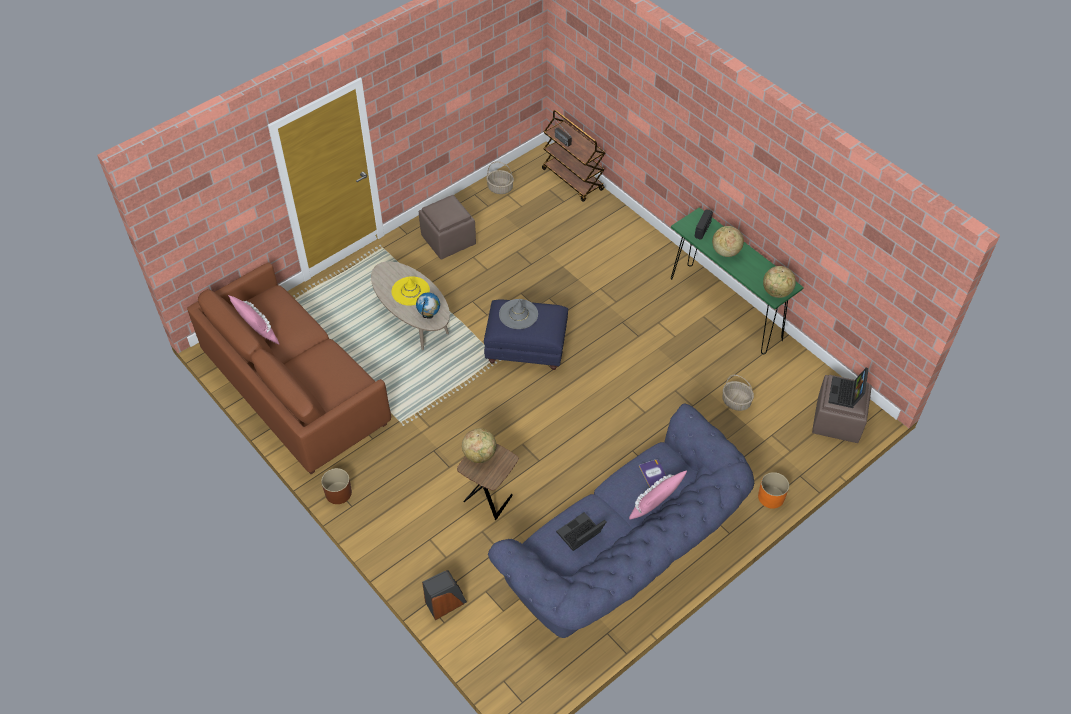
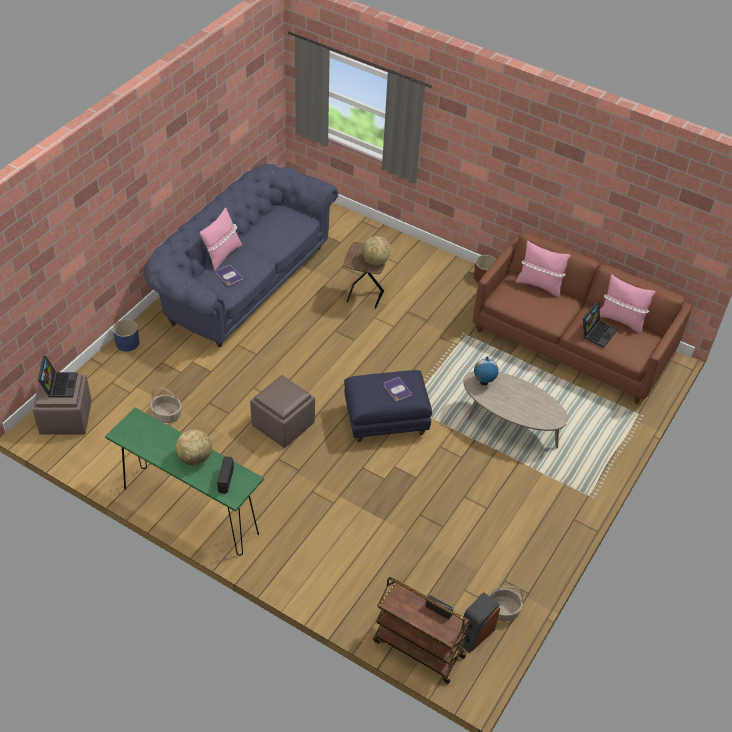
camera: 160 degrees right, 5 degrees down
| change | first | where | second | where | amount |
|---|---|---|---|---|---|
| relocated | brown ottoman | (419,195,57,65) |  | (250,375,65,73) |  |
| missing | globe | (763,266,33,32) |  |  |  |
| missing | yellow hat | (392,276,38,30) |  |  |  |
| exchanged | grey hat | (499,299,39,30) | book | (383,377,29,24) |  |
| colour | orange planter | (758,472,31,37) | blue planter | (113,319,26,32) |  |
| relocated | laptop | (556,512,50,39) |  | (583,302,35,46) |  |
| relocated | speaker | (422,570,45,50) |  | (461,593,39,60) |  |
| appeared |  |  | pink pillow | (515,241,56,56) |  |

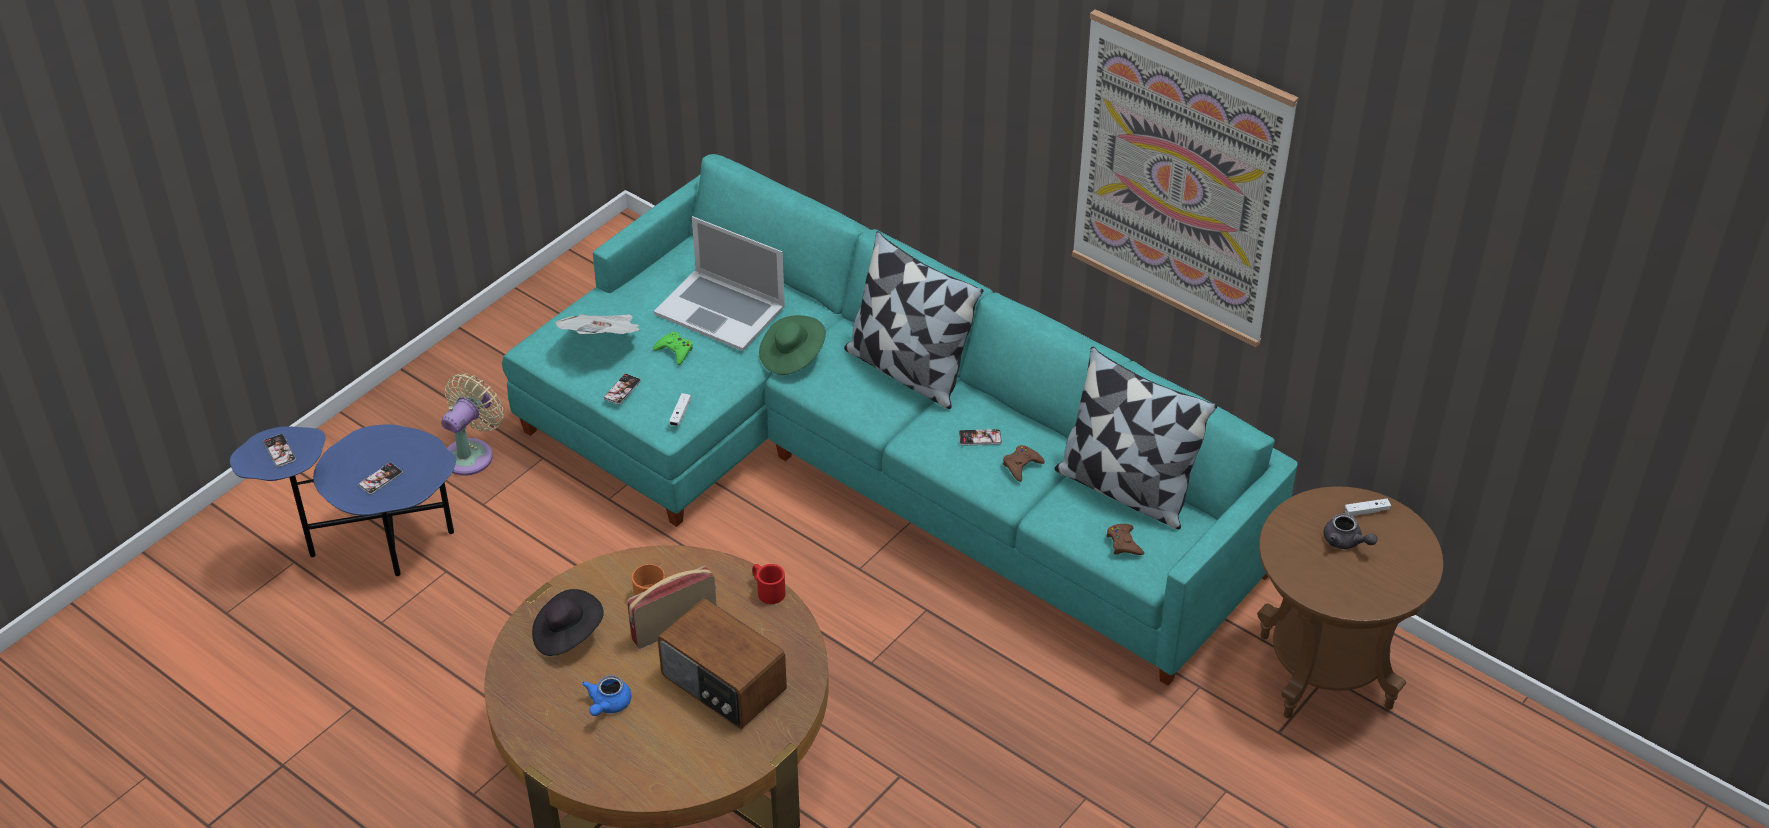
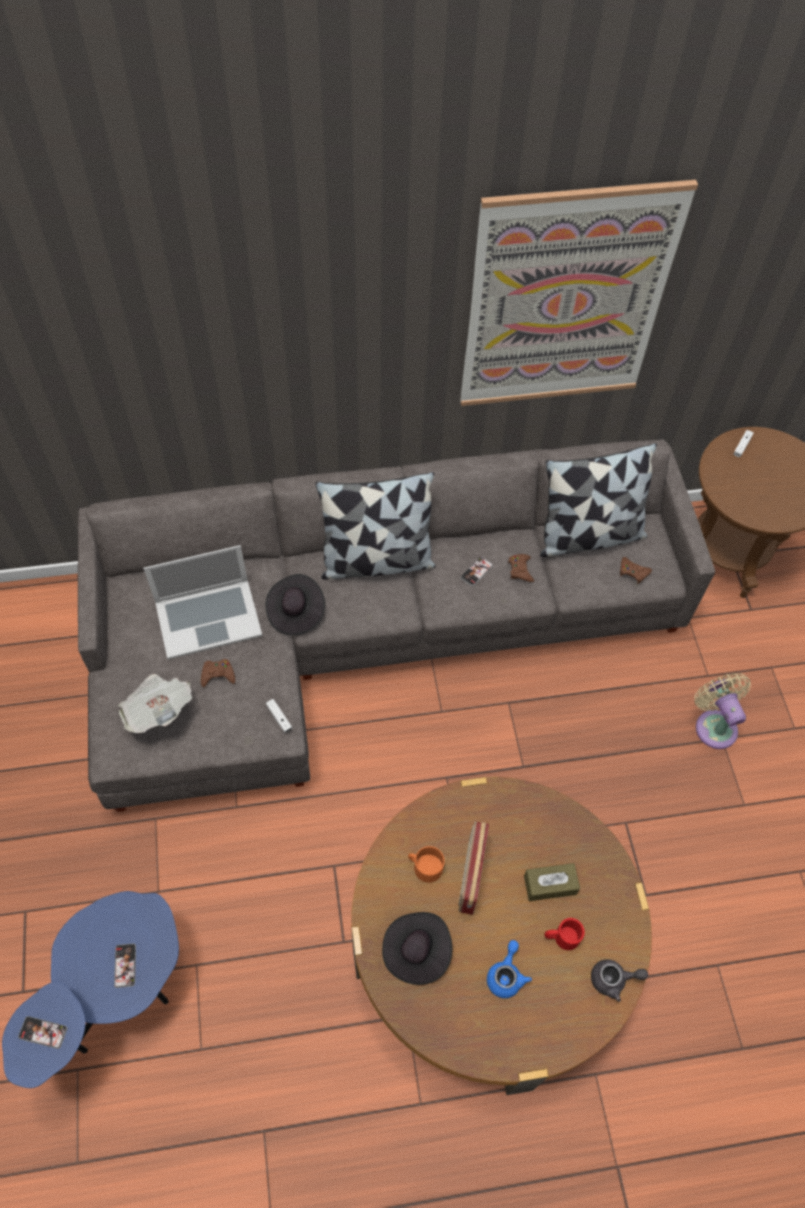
camera: 50 degrees left, 15 degrees up
| change | first | where | second | where | amount |
|---|---|---|---|---|---|
| colour | turquoise sofa | (502,154,796,532) | grey sofa | (78,439,637,373) |  |
| colour | green hat | (759,315,67,60) | black hat | (266,574,59,61) |  |
| colour | green game controller | (653,332,40,33) | brown game controller | (201,659,34,28) |  |
| relocated | beige fan | (441,374,62,102) |  | (694,673,57,76) |  |
| missing | phone | (604,374,37,31) |  |  |  |
| relocated | grey teapot | (1324,513,54,36) |  | (591,959,57,43) |  |
| relocated | red mug | (752,564,33,40) |  | (545,918,40,32) |  |
| exchanged | radio | (658,598,129,131) | brown tissue box | (524,863,56,38) |  |
| spun | blue teapot | (582,675,49,41) |  | (487,940,45,58) | 135 degrees counterclockwise |

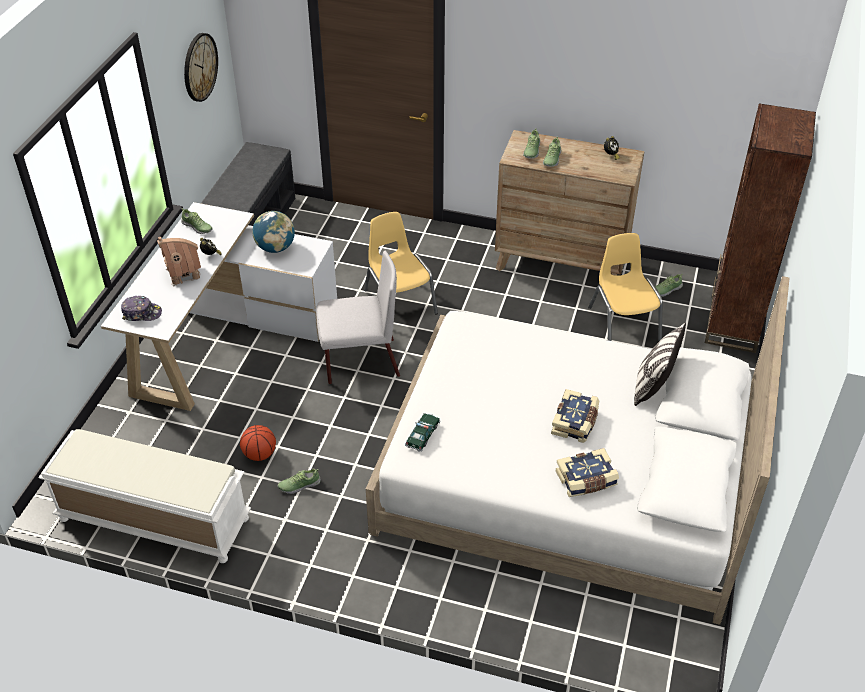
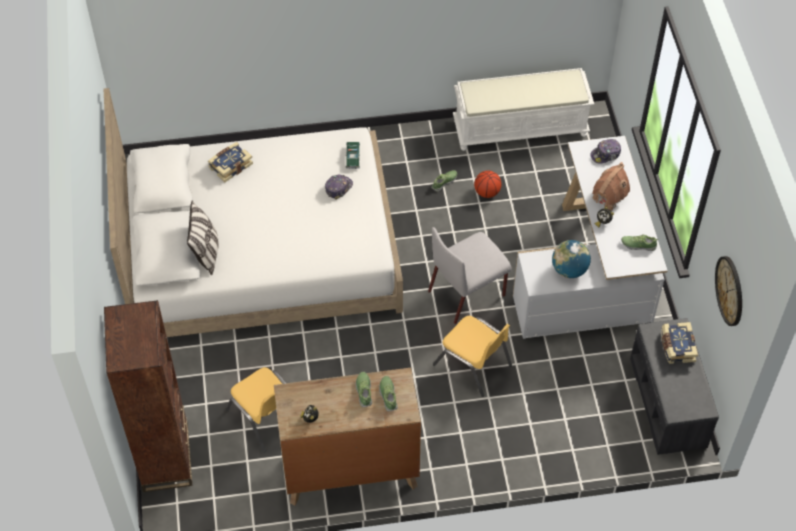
camera: 155 degrees right, 10 degrees up
| change | first | where | second | where | amount |
|---|---|---|---|---|---|
| missing | shoe | (655,274,28,23) |  |  |  |
| relocated | book | (551,389,48,54) |  | (661,322,37,42) |  |
| appeared |  |  | cap | (325,175,28,25) |  |

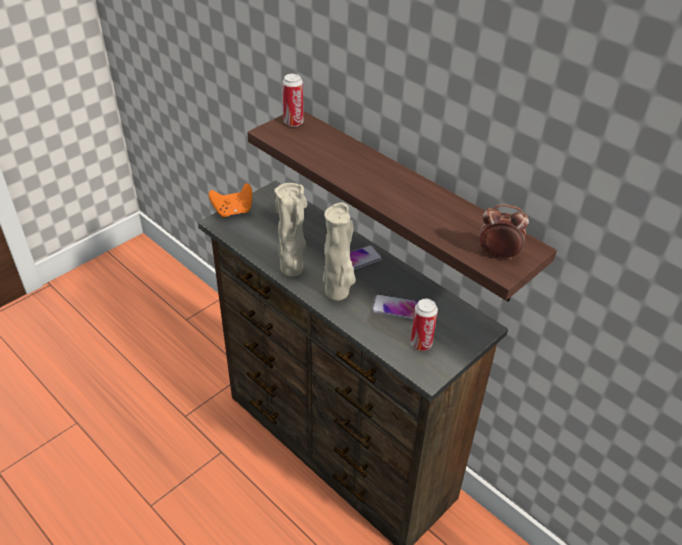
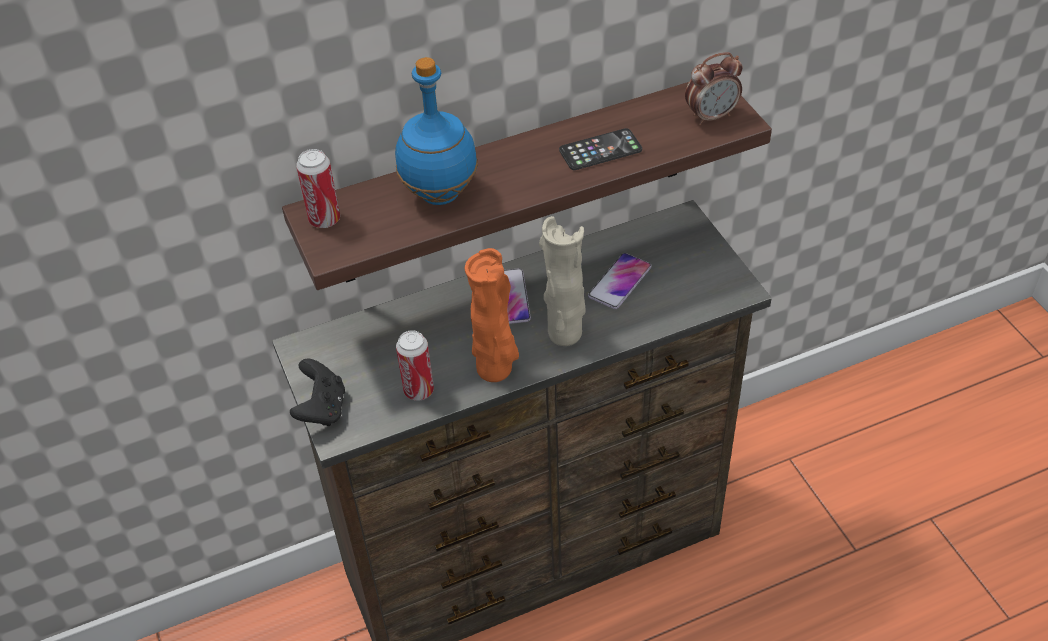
camera: 65 degrees left, 5 degrees up
| change | first | where | second | where | amount |
|---|---|---|---|---|---|
| colour | orange game controller | (208,183,44,35) | black game controller | (290,359,55,67) |  |
| colour | beige vase | (274,183,33,94) | orange vase | (465,248,54,134) |  |
| spun | alarm clock | (480,204,49,56) |  | (685,52,58,73) | 150 degrees counterclockwise |
| relocated | can | (410,299,28,52) |  | (396,330,38,71) |  |
| appeared |  |  | blue bottle | (395,57,83,148) |  |
| appeared |  |  | phone | (559,128,83,42) |  |

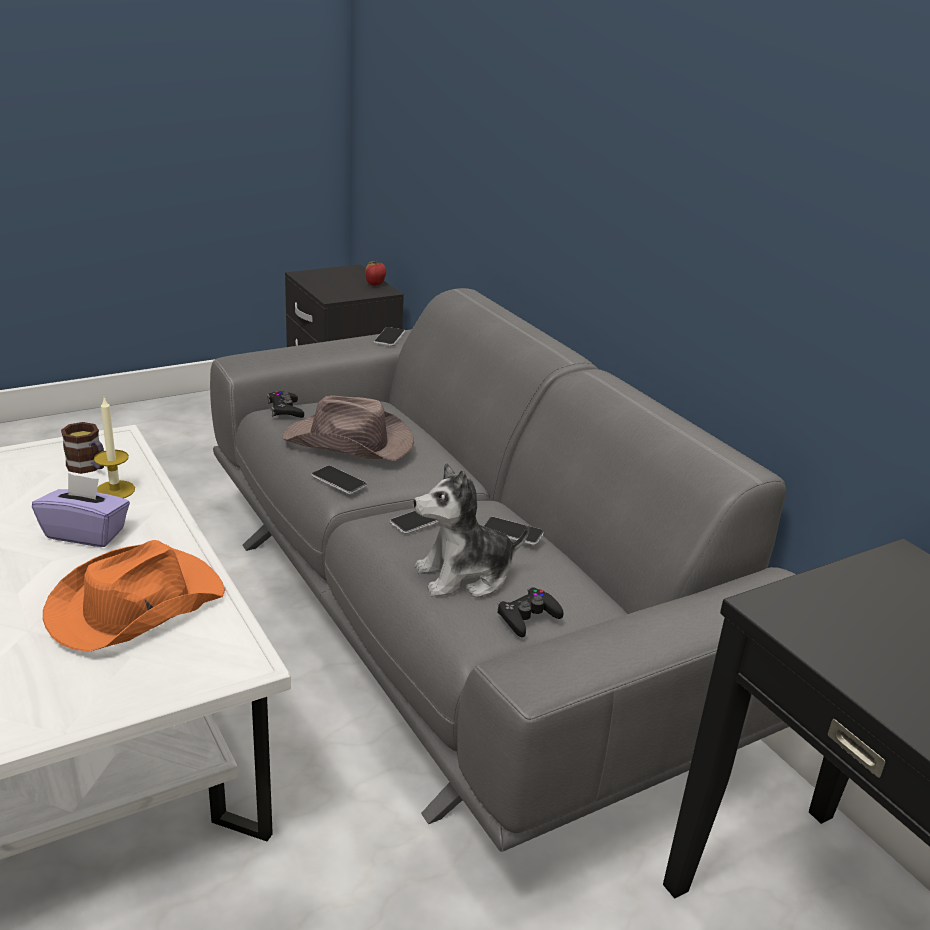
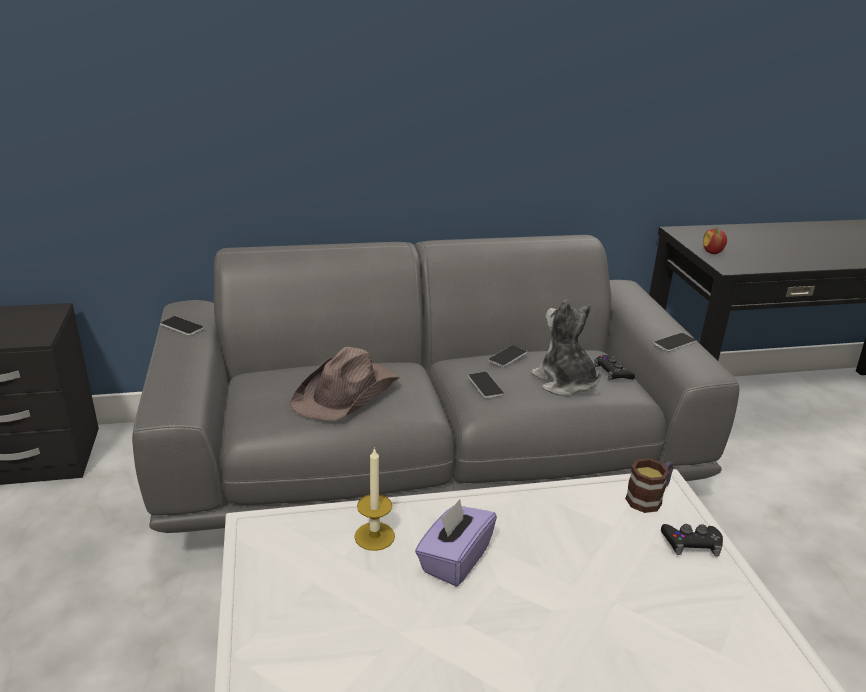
camera: 70 degrees left, 0 degrees up
| change | first | where | second | where | amount |
|---|---|---|---|---|---|
| relocated | apple | (365,260,21,26) |  | (703,227,24,27) |  |
| relocated | black game controller | (267,391,37,27) |  | (661,524,62,33) |  |
| relocated | mug | (61,422,43,52) |  | (625,458,48,55) |  |
| spun | plush toy | (413,463,117,135) |  | (531,299,70,97) | 150 degrees clockwise |
| relocated | phone | (311,466,56,28) |  | (654,333,43,19) |  |
| missing | orange hat | (43,540,182,112) |  |  |  |

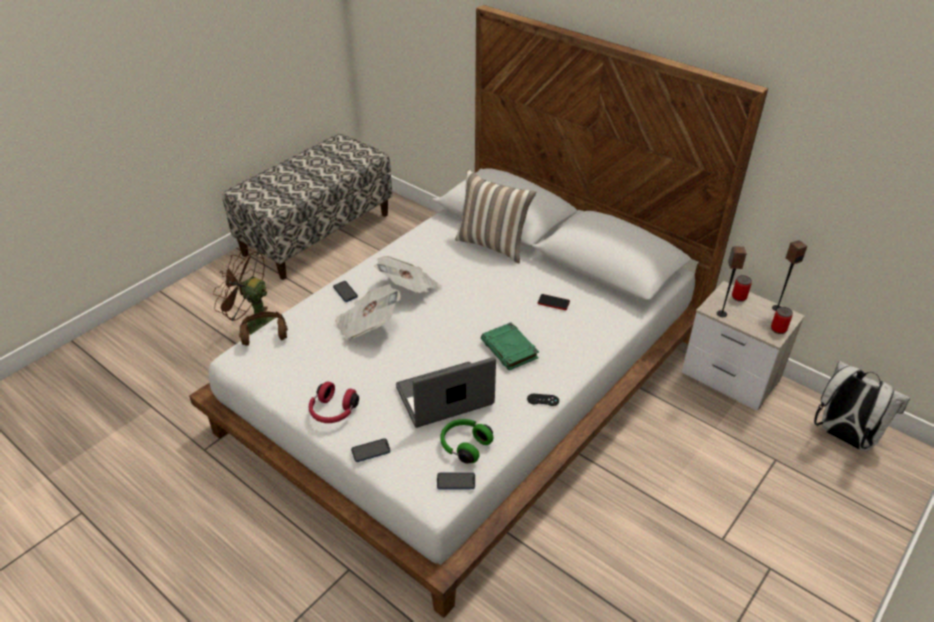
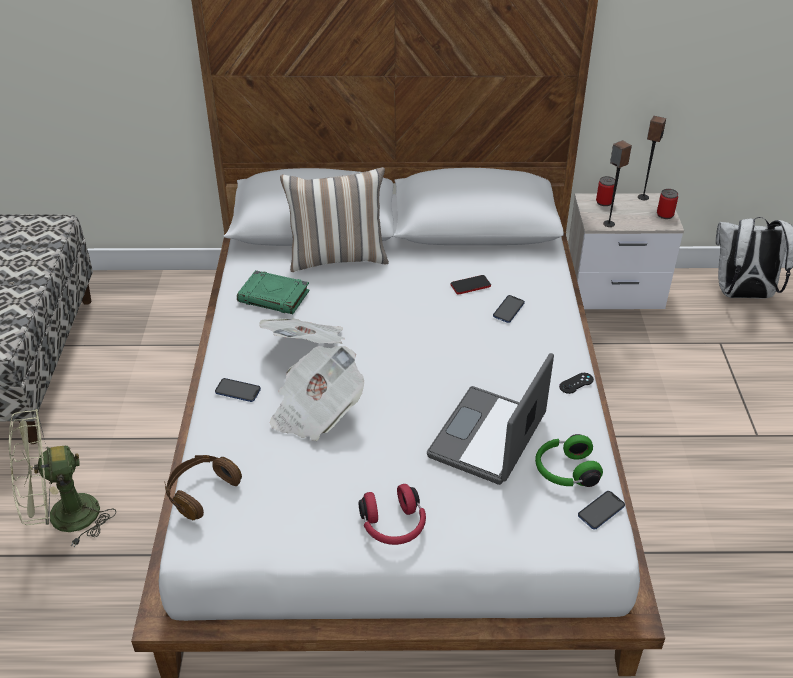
camera: 40 degrees left, 0 degrees up
| change | first | where | second | where | amount |
|---|---|---|---|---|---|
| colour | brown fan | (213,248,62,86) | green fan | (9,409,107,138) |  |
| relocated | green book | (481,322,58,48) |  | (237,270,73,44) |  |
| relocated | phone | (351,438,40,24) |  | (493,295,32,28) |  |

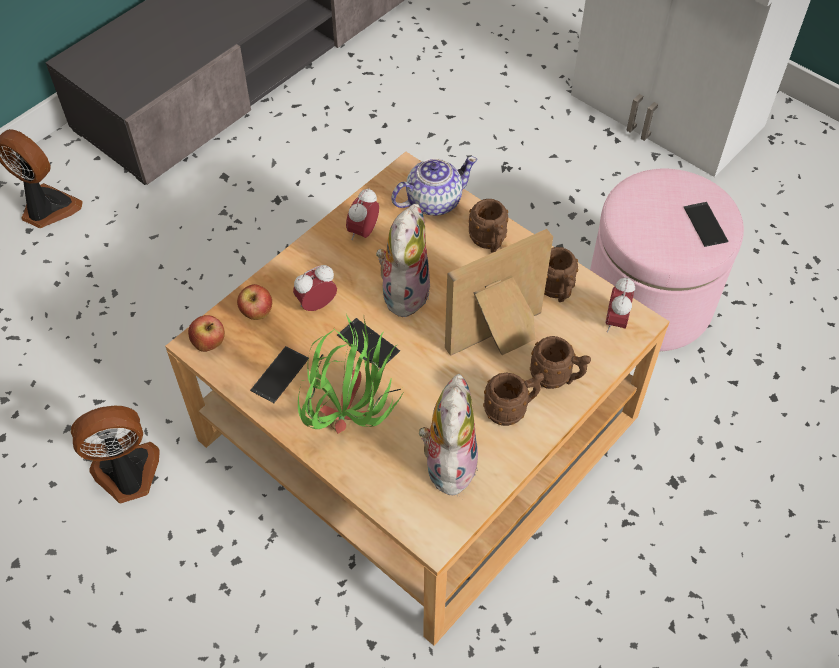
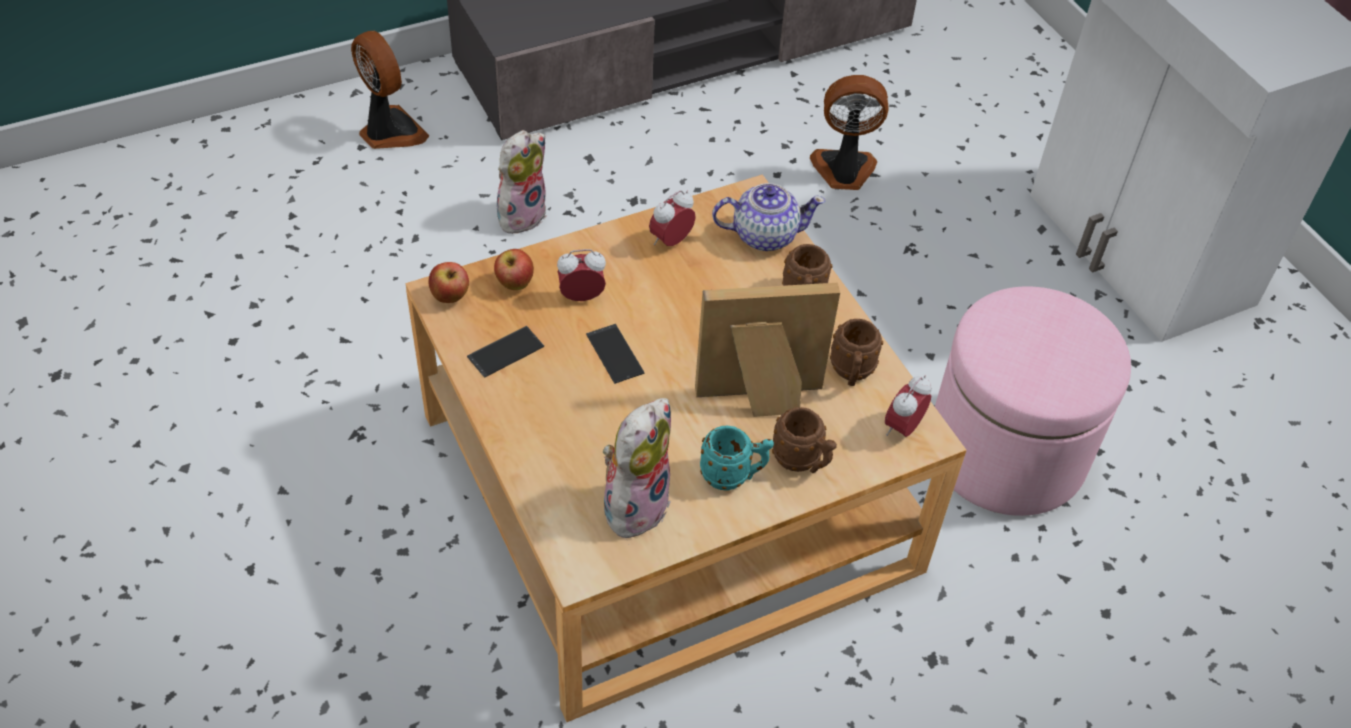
camera: 20 degrees right, 5 degrees down
| change | first | where | second | where | amount |
|---|---|---|---|---|---|
| missing | phone | (684,202,44,45) |  |  |  |
| relocated | plush toy | (376,204,54,117) |  | (497,130,50,104) |  |
| missing | potted plant | (298,314,106,120) |  |  |  |
| colour | brown mug | (483,373,61,53) | turquoise mug | (700,425,74,66) |  |
| relocated | fan | (71,405,89,98) |  | (810,75,79,115) |  |

